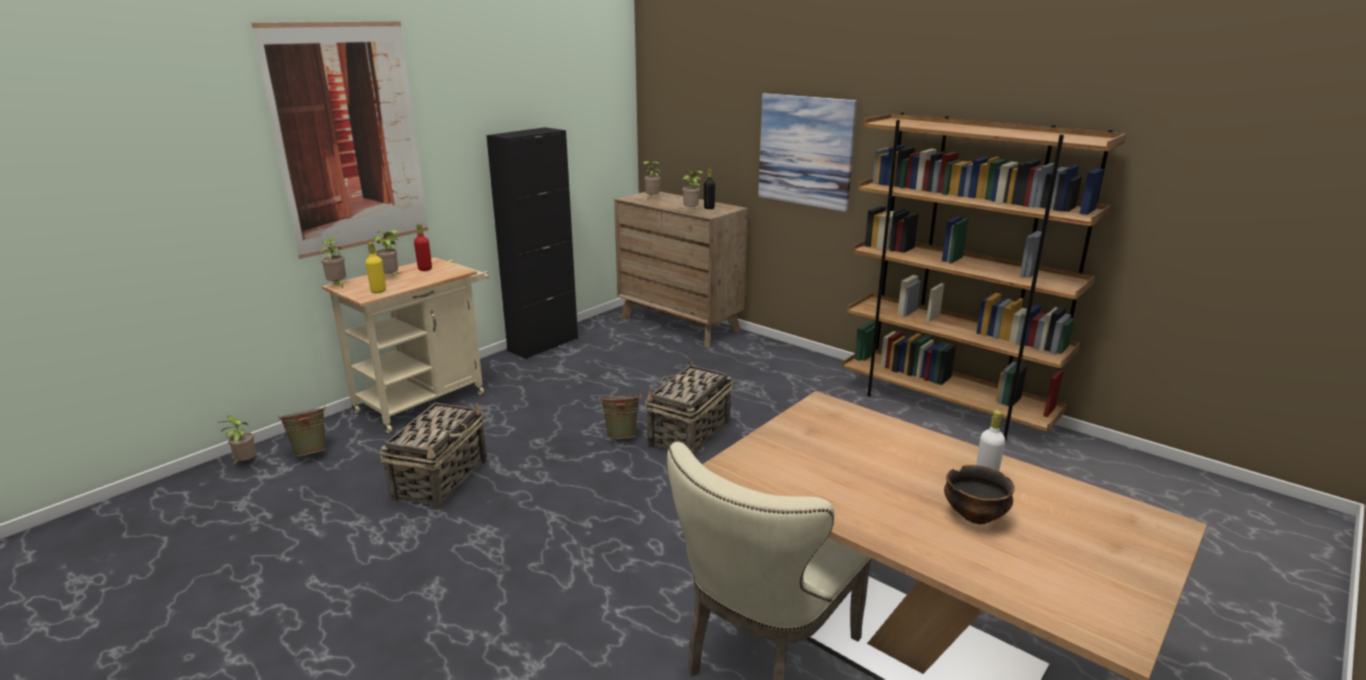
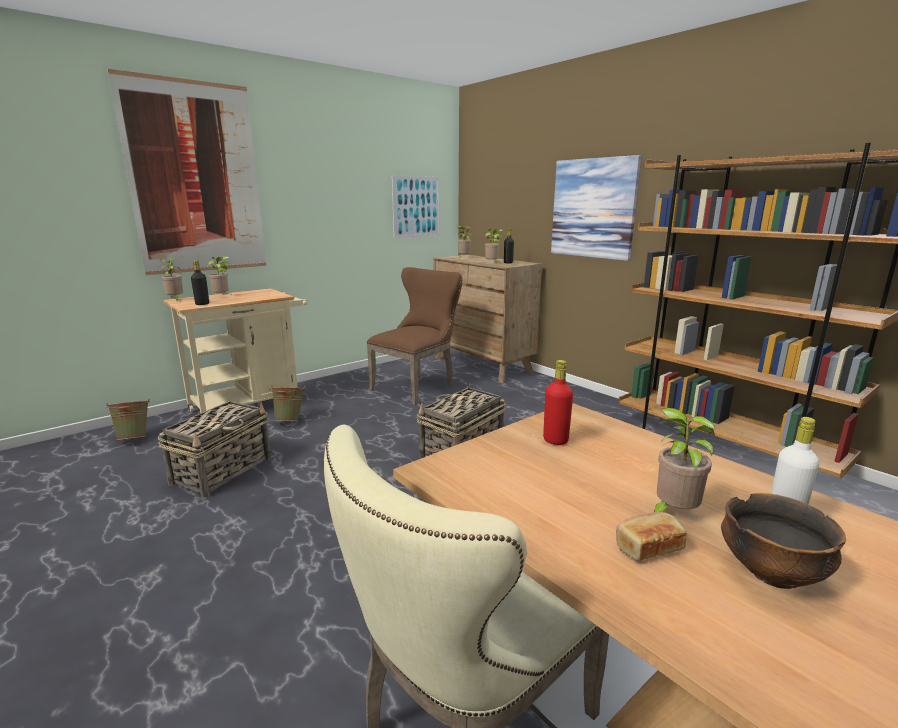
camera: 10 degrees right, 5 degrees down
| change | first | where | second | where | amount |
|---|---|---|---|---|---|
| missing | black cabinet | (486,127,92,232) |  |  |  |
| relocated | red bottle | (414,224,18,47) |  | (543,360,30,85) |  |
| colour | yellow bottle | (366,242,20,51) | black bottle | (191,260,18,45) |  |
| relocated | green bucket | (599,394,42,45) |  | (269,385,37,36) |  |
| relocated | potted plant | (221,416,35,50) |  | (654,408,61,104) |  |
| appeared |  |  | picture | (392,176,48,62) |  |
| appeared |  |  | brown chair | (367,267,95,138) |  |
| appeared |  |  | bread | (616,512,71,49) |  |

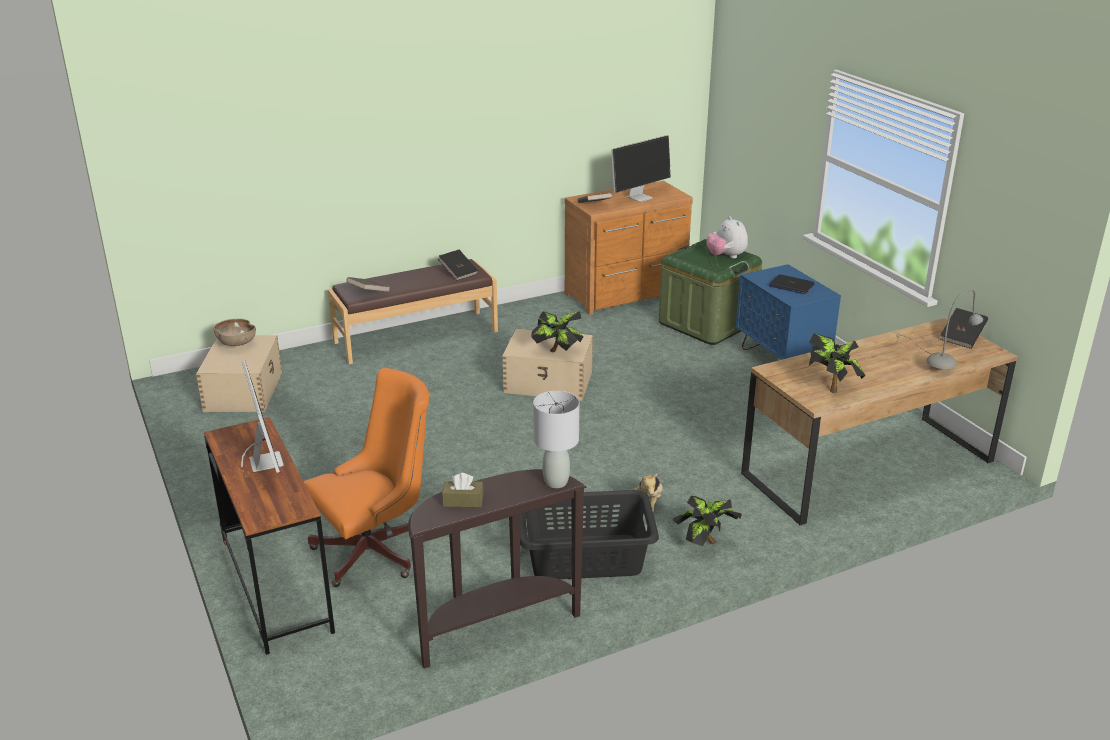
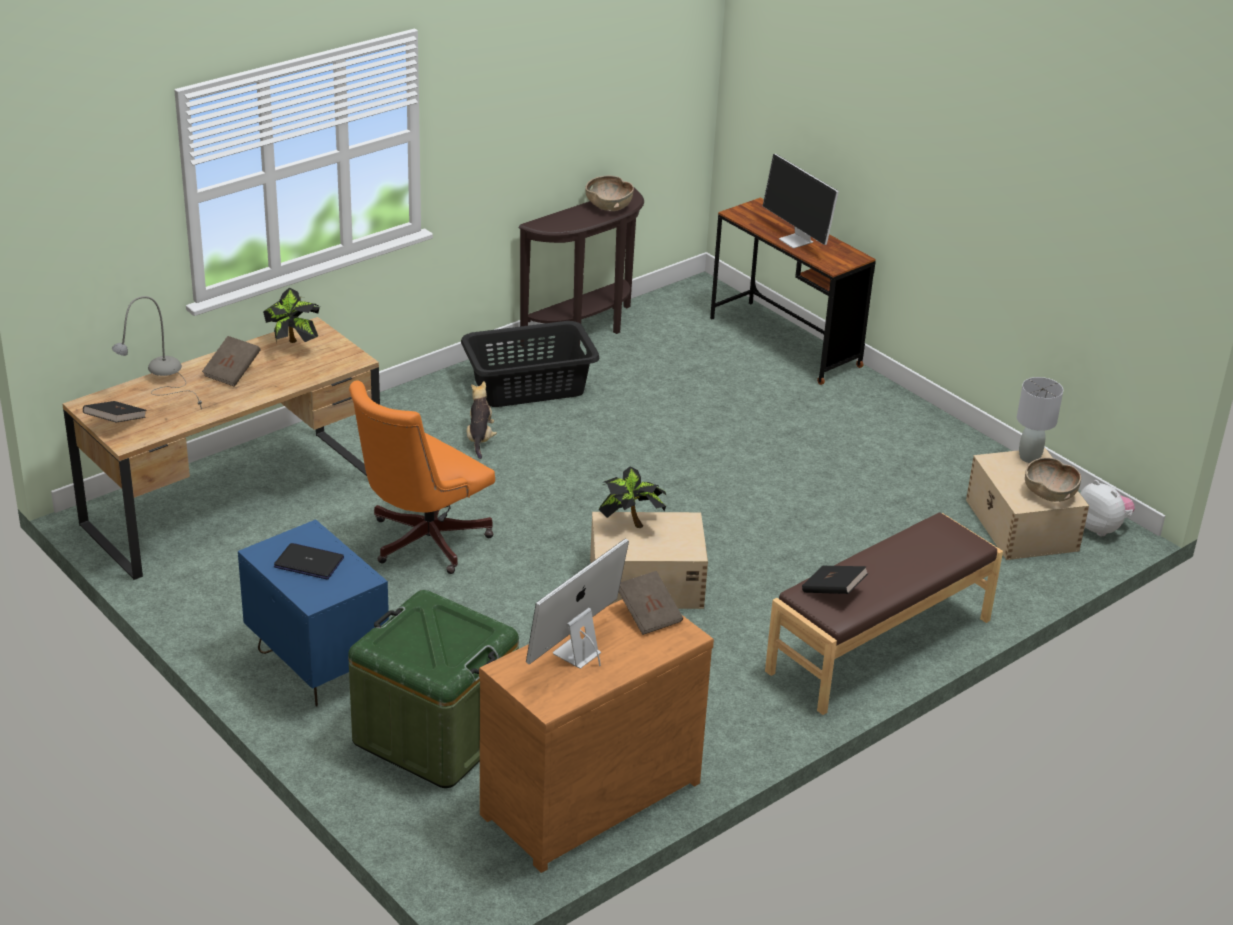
camera: 165 degrees right, 5 degrees up
| change | first | where | second | where | amount |
|---|---|---|---|---|---|
| relocated | plush toy | (706,216,42,42) |  | (1080,480,55,56) |  |
| relocated | brown book | (347,277,43,15) |  | (202,336,58,51) |  |
| relocated | orange office chair | (303,368,126,219) |  | (349,381,146,193) |  |
| relocated | grey table lamp | (533,391,46,97) |  | (1017,377,46,86) |  |
| exchanged | brown tissue box | (442,473,41,34) | brown bowl | (585,175,49,36) |  |
| missing | potted plant | (672,496,70,50) |  |  |  |

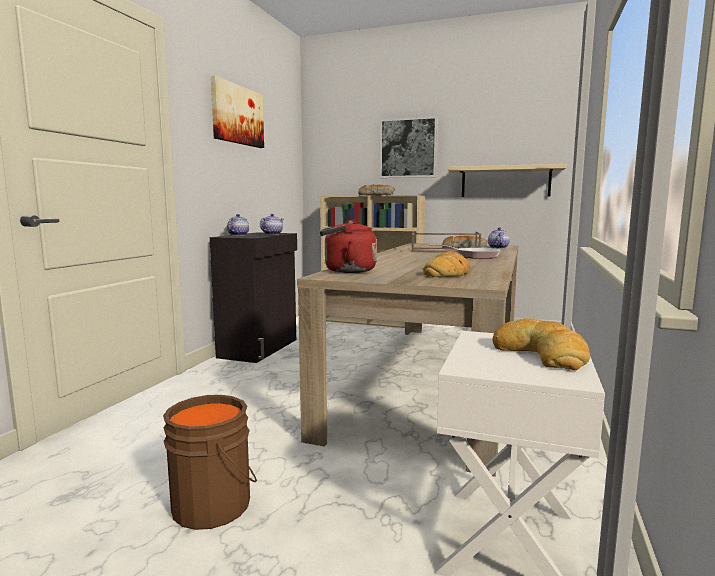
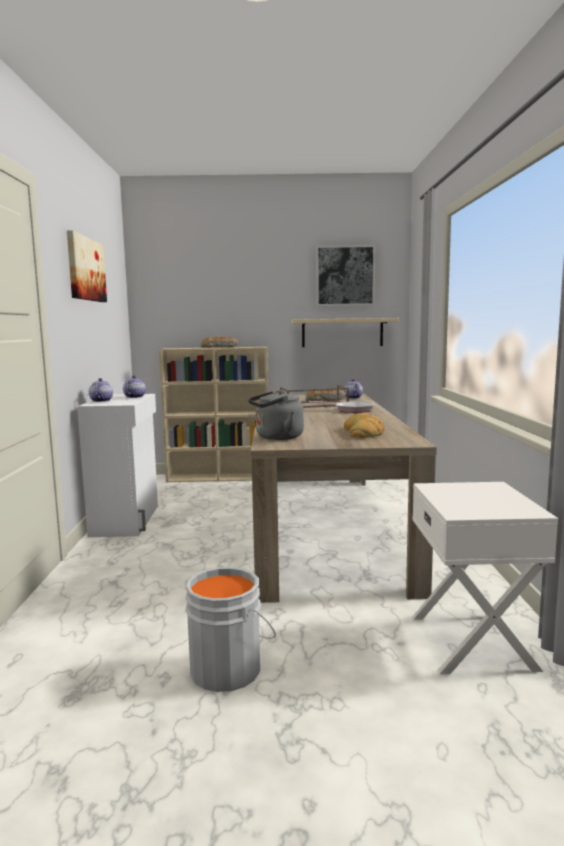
camera: 20 degrees left, 0 degrees up
| change | first | where | second | where | amount |
|---|---|---|---|---|---|
| relocated | picture | (380,116,58,62) |  | (316,245,59,61) |  |
| colour | red kettle | (320,220,57,53) | grey kettle | (248,390,56,50) |  |
| colour | black cabinet | (210,232,87,131) | white cabinet | (77,394,81,143) |  |
| missing | bread | (493,318,97,52) |  |  |  |
| colour | brown bucket | (163,395,94,135) | grey bucket | (185,567,91,125) |  |

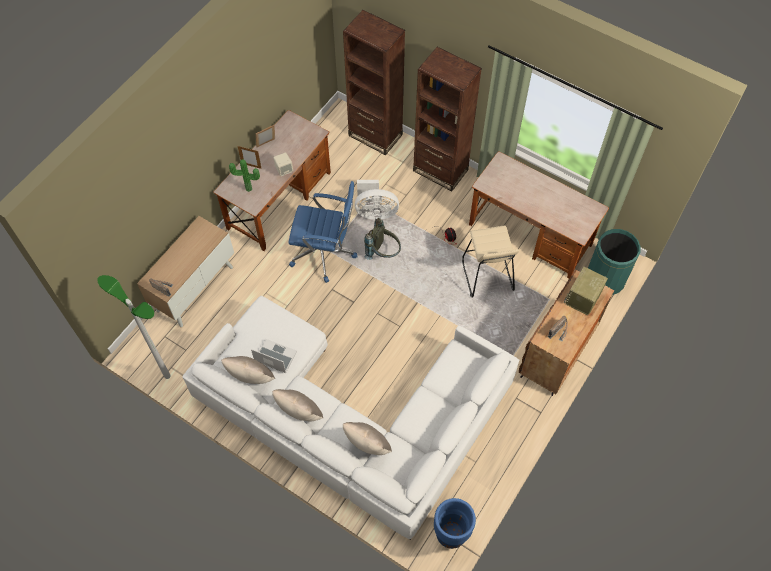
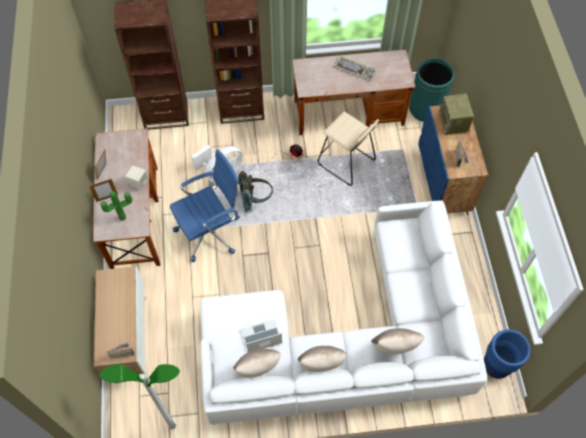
camera: 40 degrees left, 0 degrees up
| change | first | where | second | where | amount |
|---|---|---|---|---|---|
| colour | brown cabinet | (519,270,95,126) | blue cabinet | (418,105,70,110) |  |
| appeared |  |  | keyboard | (334,55,43,26) |  |

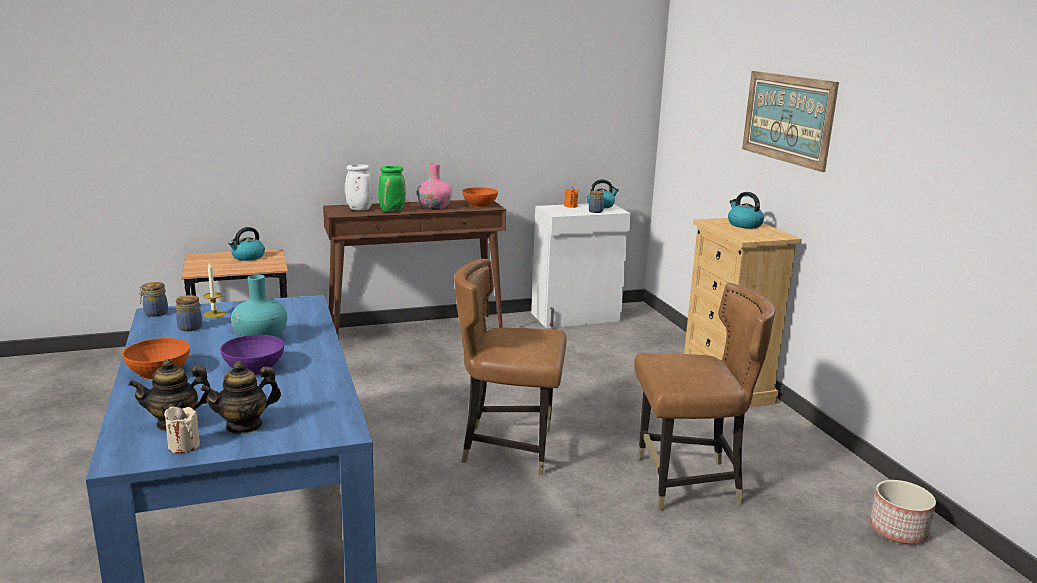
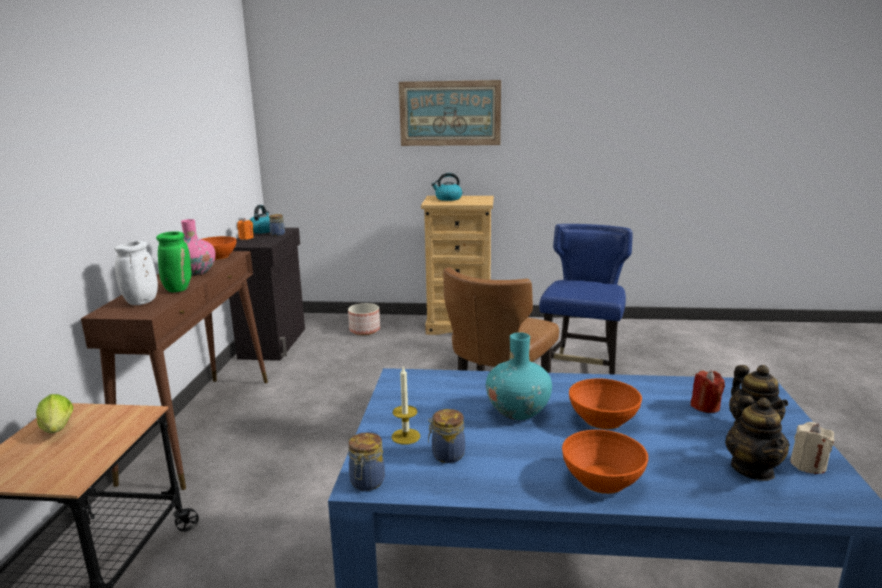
camera: 65 degrees left, 0 degrees up
| change | first | where | second | where | amount |
|---|---|---|---|---|---|
| colour | white cabinet | (531,204,100,124) | black cabinet | (229,228,76,133) |  |
| exchanged | kettle | (228,227,37,34) | lettuce | (36,394,37,40) |  |
| colour | brown chair | (634,283,141,228) | blue chair | (539,224,94,150) |  |
| colour | purple bowl | (220,335,64,40) | orange bowl | (569,378,73,51) |  |
| relocated | planter | (870,480,66,64) |  | (348,303,32,32) |  |
| appeared |  |  | red candle | (690,371,35,42) |  |

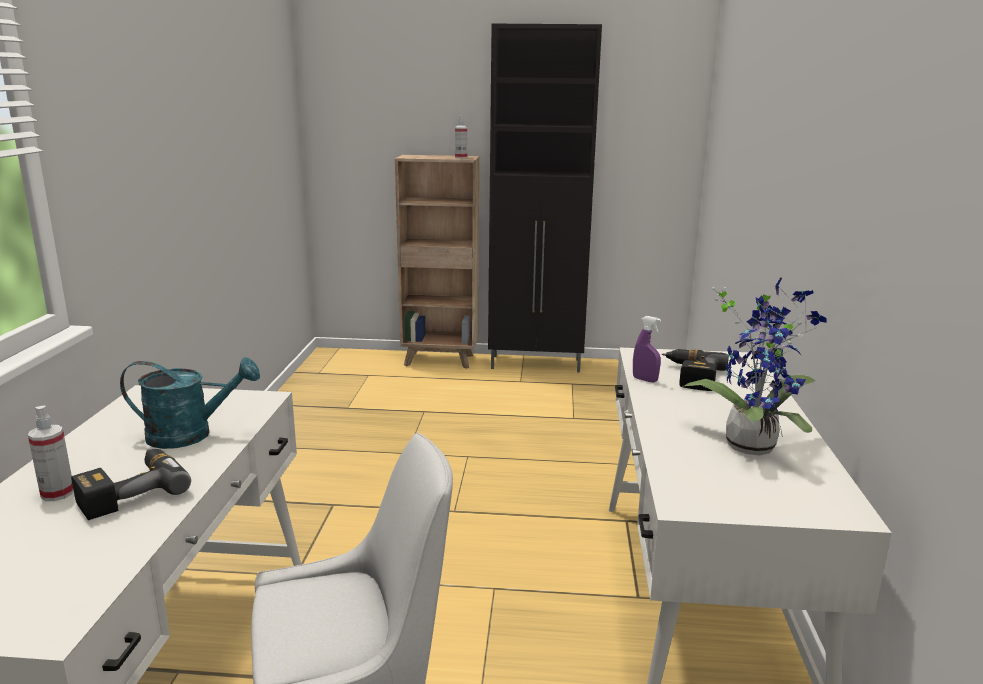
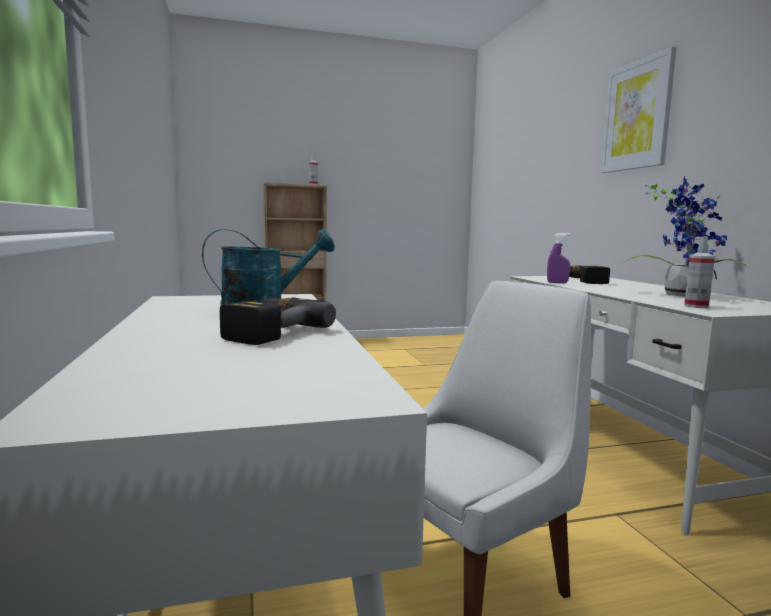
camera: 20 degrees left, 10 degrees down
| change | first | where | second | where | amount |
|---|---|---|---|---|---|
| missing | black cabinet | (488,24,114,349) |  |  |  |
| relocated | spray bottle | (28,406,46,95) |  | (684,236,31,72) |  |
| appeared |  |  | picture | (601,46,75,127) |  |

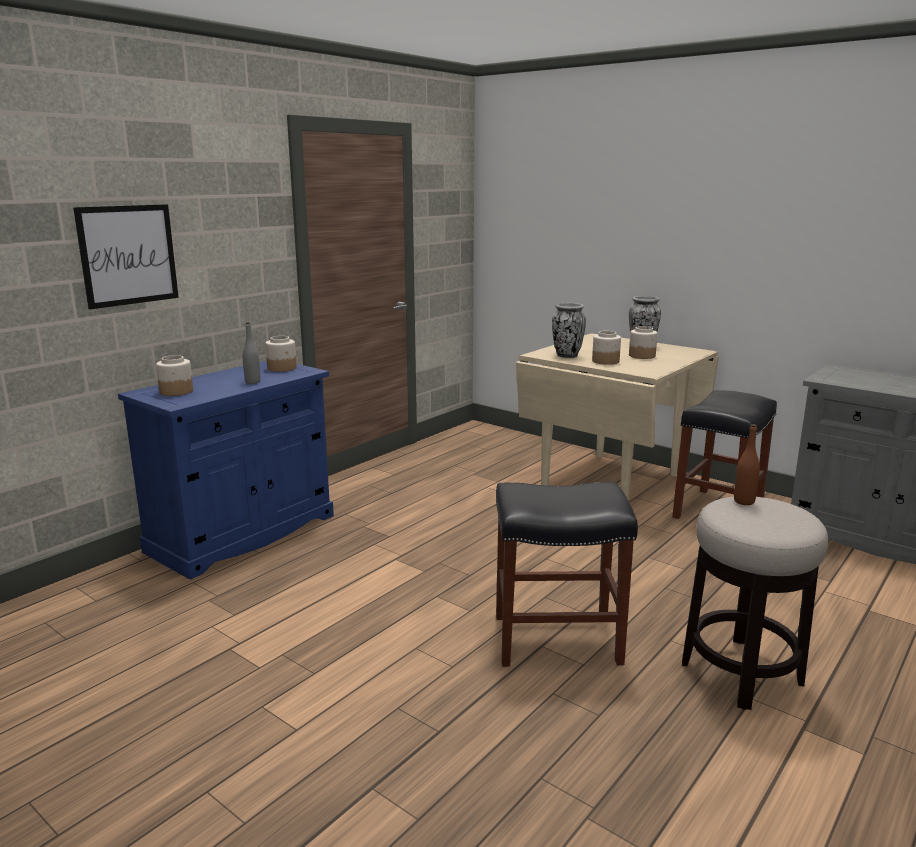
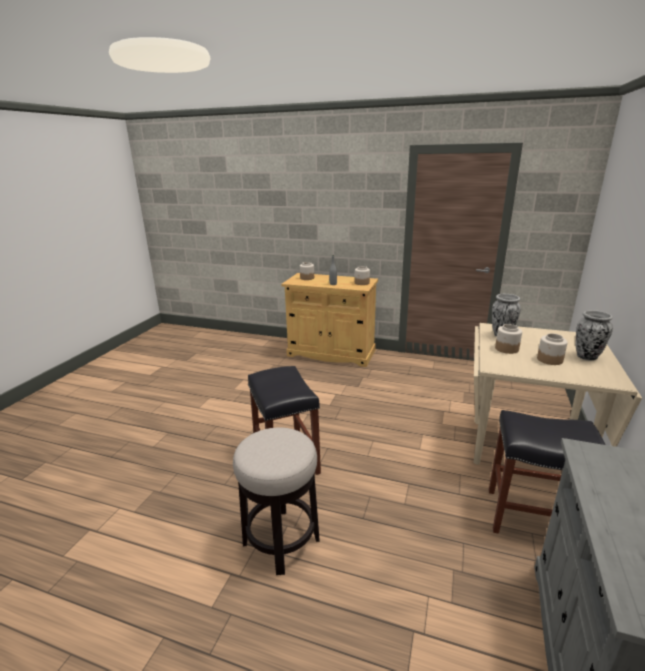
camera: 70 degrees right, 5 degrees up
| change | first | where | second | where | amount |
|---|---|---|---|---|---|
| missing | picture | (73,204,106,105) |  |  |  |
| colour | blue cabinet | (118,361,216,219) | beige cabinet | (281,273,97,94) |  |
| missing | brown bottle | (734,424,26,81) |  |  |  |

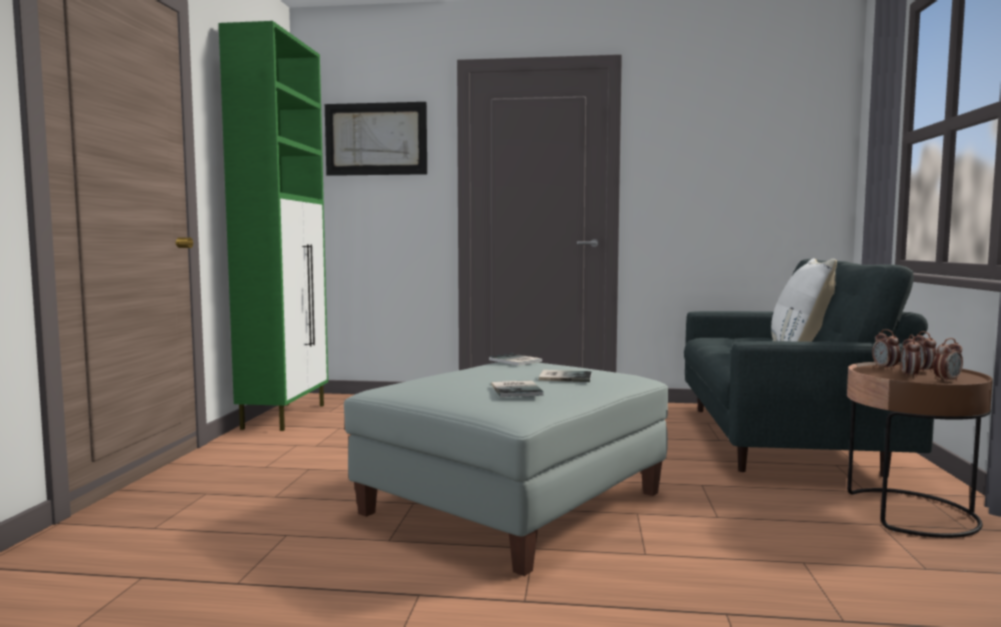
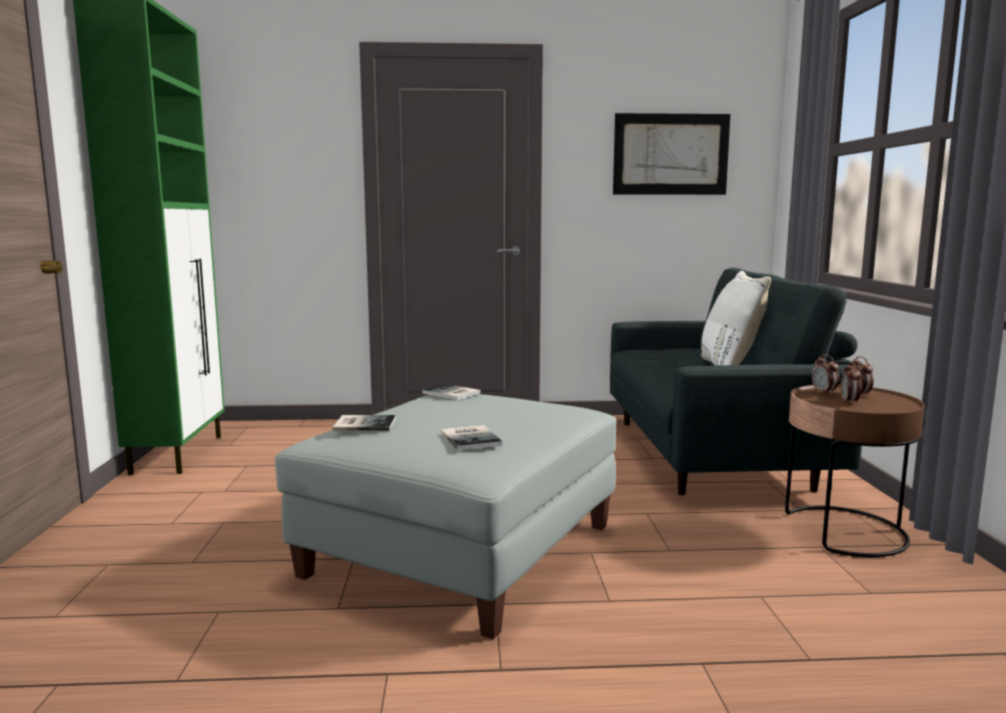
camera: 10 degrees left, 5 degrees up
| change | first | where | second | where | amount |
|---|---|---|---|---|---|
| relocated | picture | (325,102,102,74) |  | (613,113,117,82) |  |
| missing | alarm clock | (933,338,30,44) |  |  |  |
| relocated | book | (539,370,53,12) |  | (333,415,63,16) |  |

